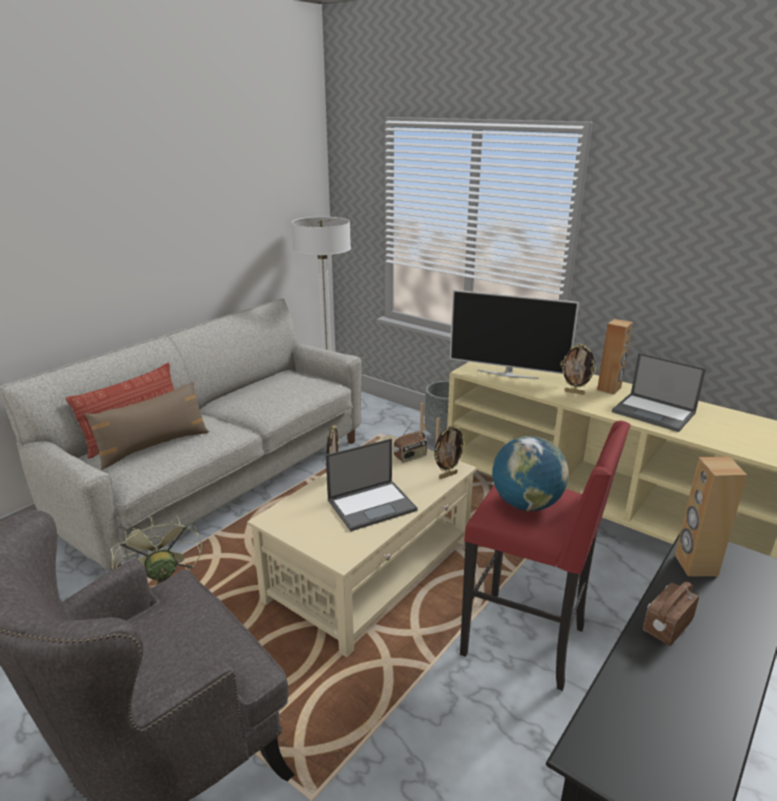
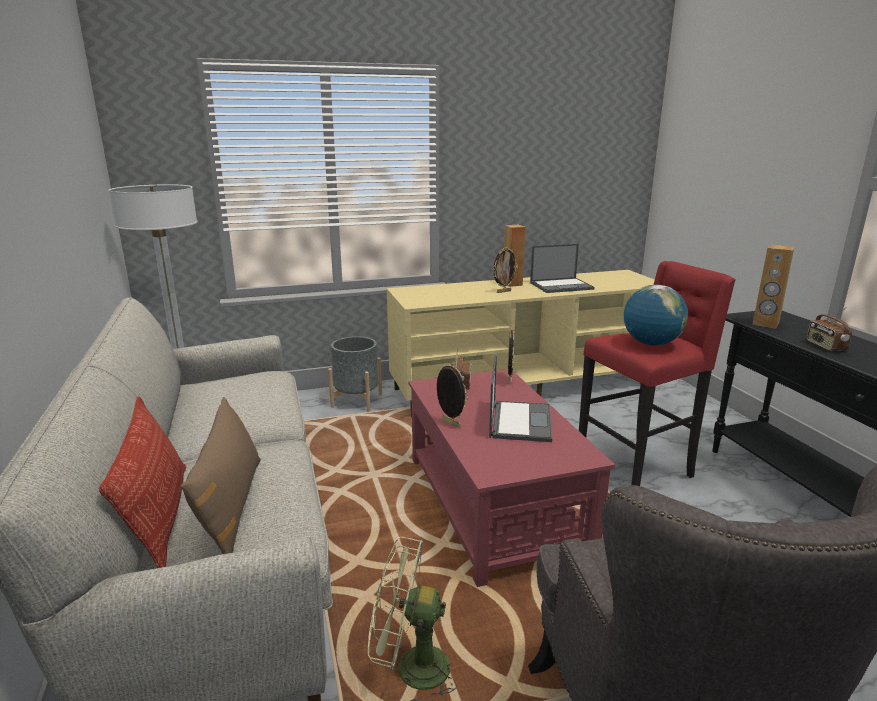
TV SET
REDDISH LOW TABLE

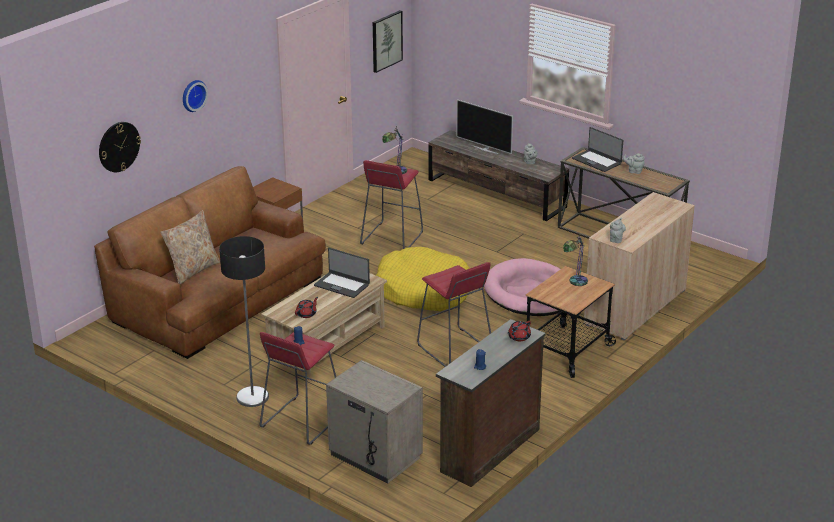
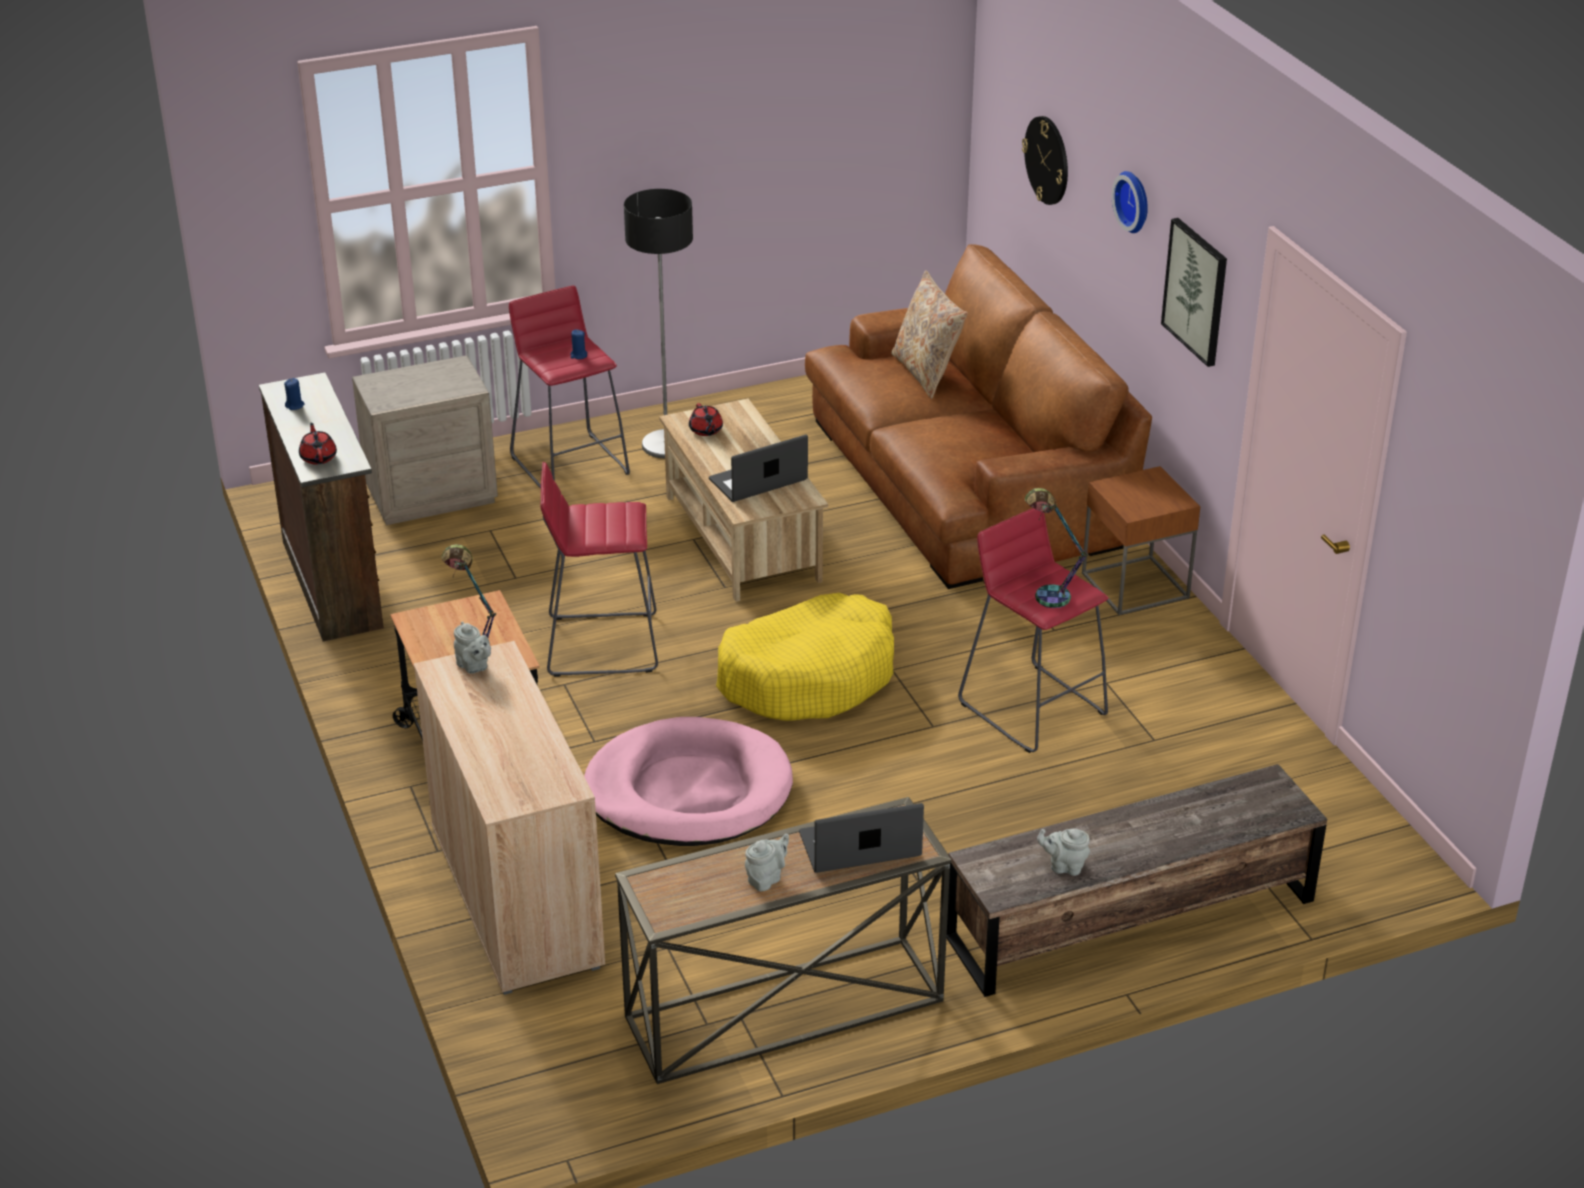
TV SET
WALL ART

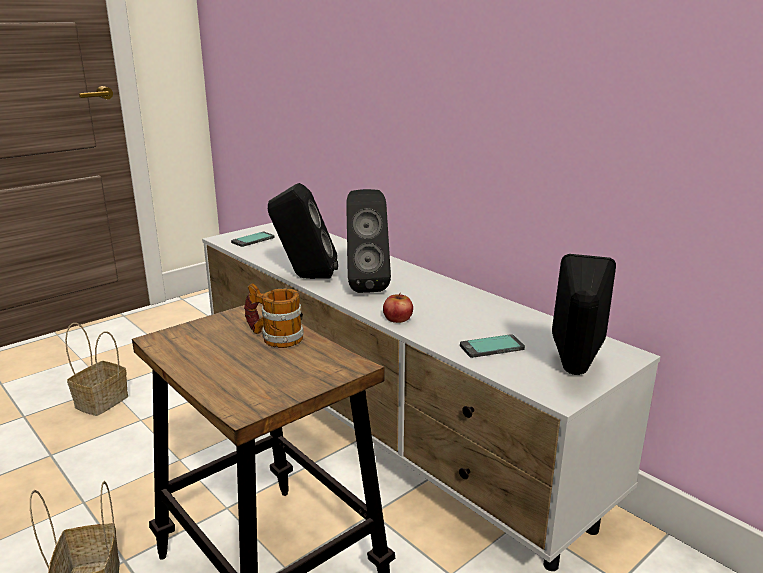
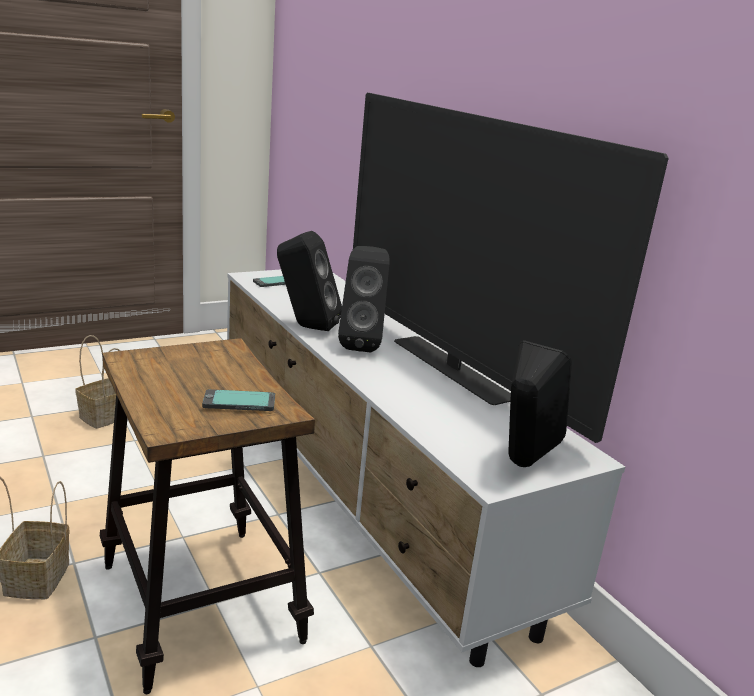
MUG
APPLE FRUIT
TV SET
HANDSET (1st from left)

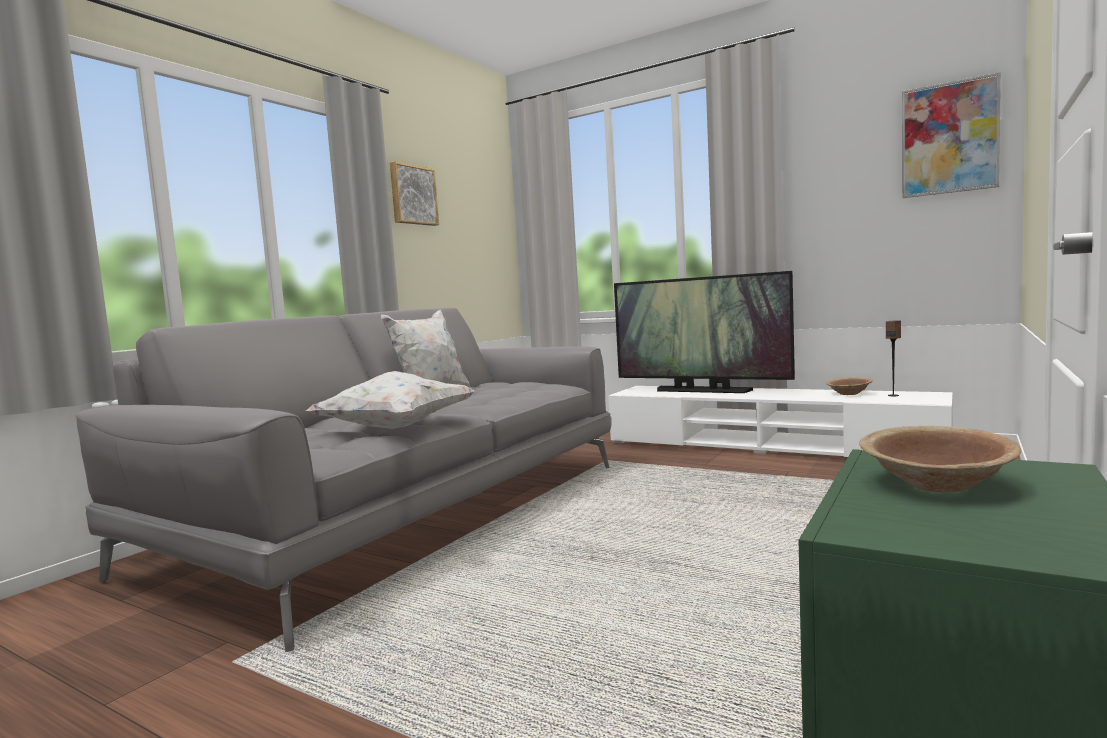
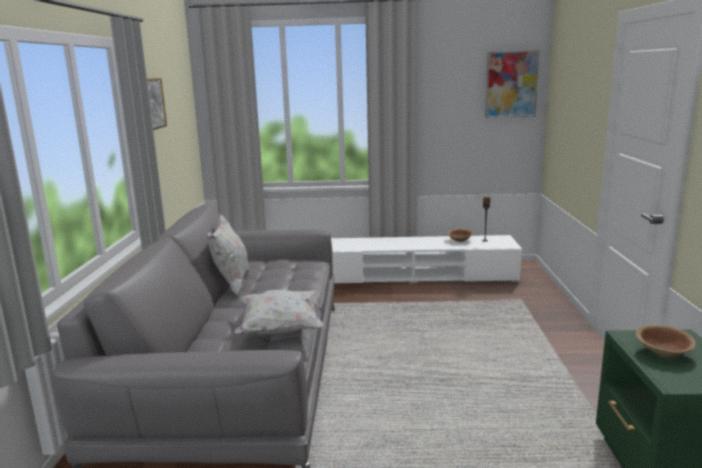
TV SET

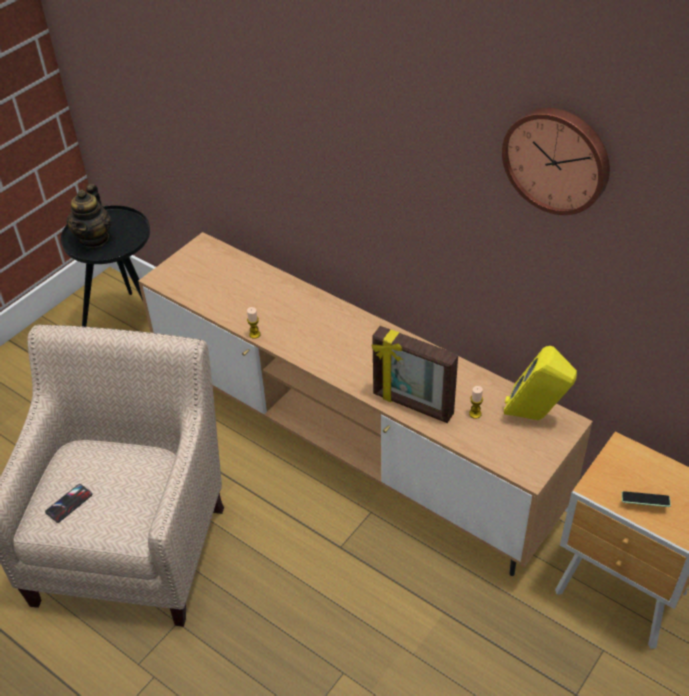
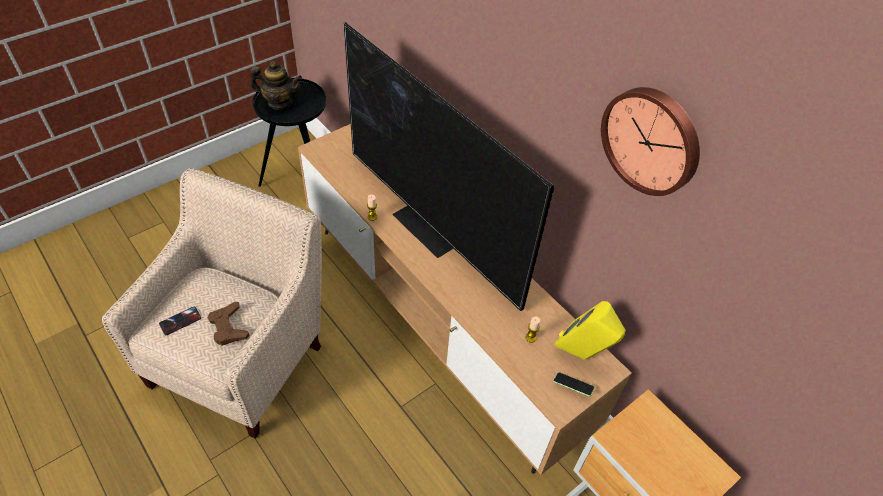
PICTURE FRAME
BROWNISH GAME CONTROLLER
TV SET
HANDSET (2nd from left)
TEA POT

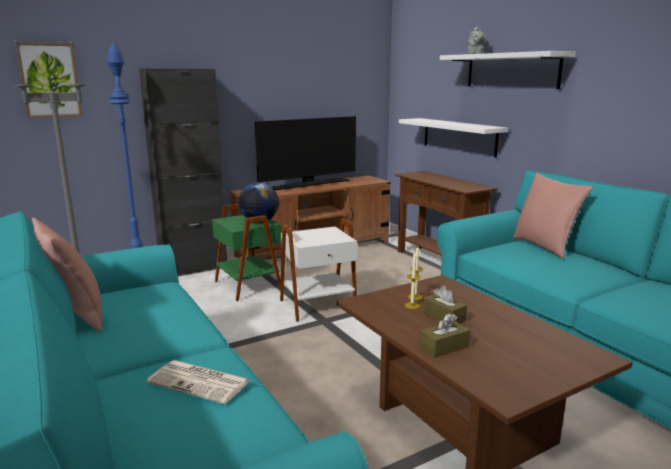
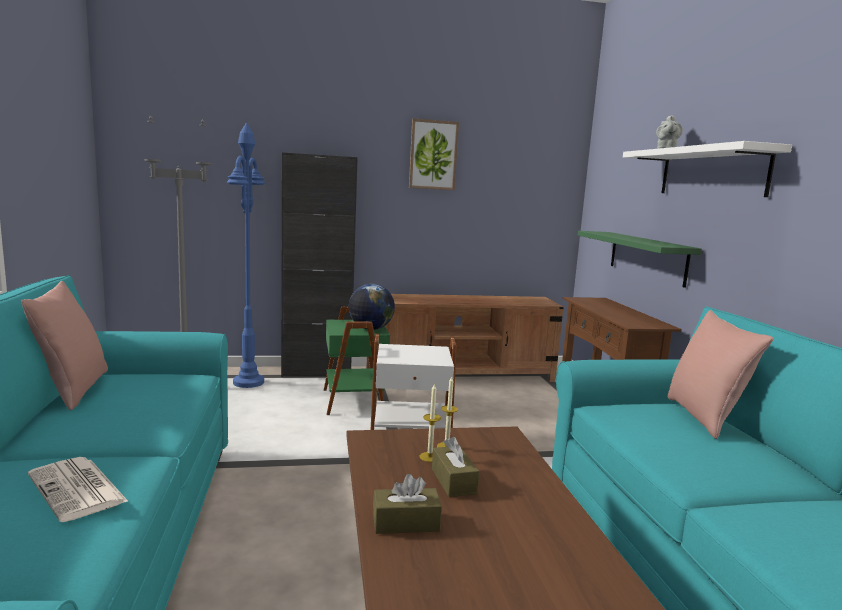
TV SET
WALL ART
GREEN-COLOURED SHELF

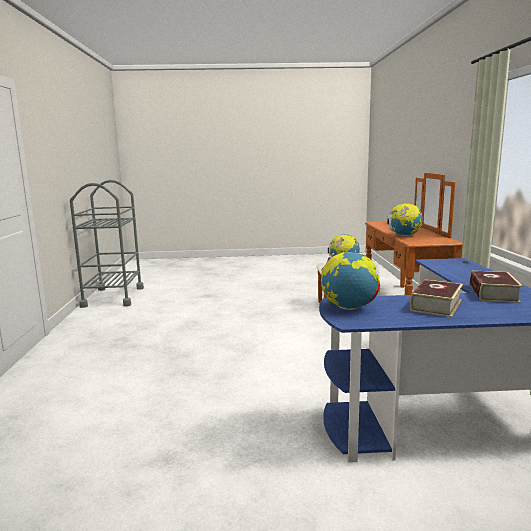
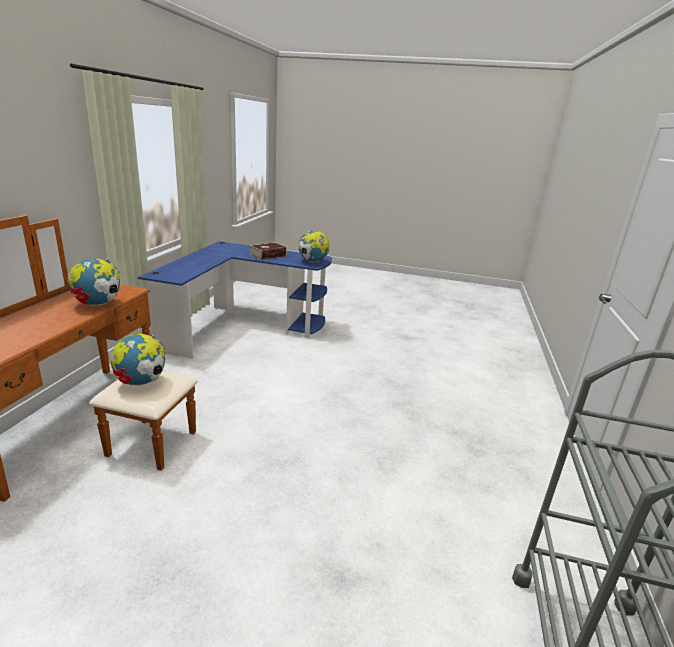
VOLUME (2nd from left in the first image)

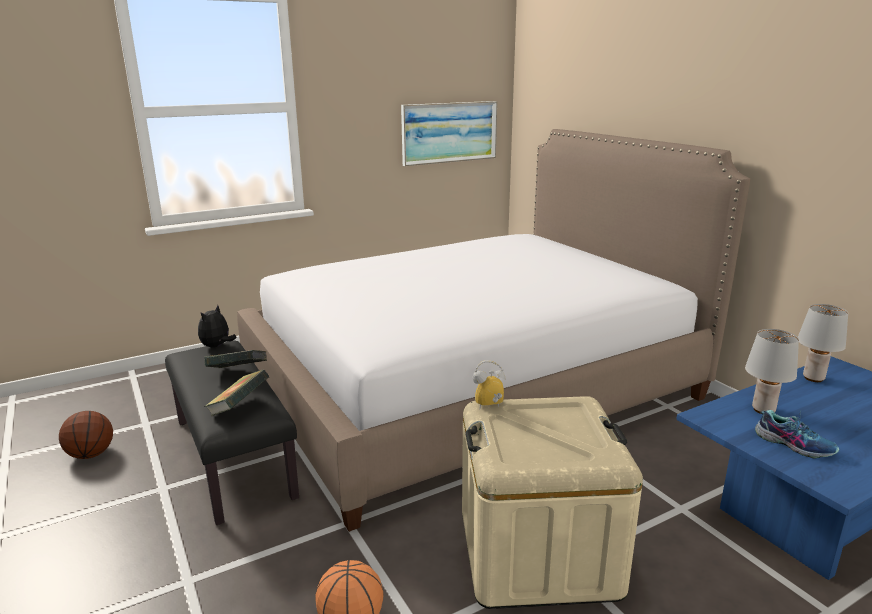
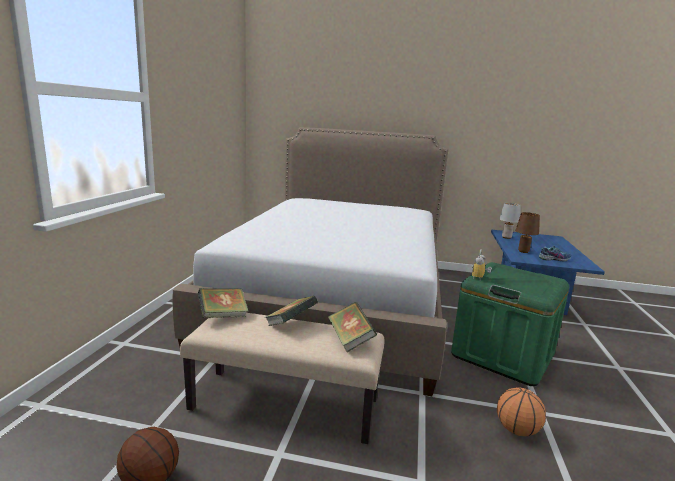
WALL ART
VOLUME (1st from left)
BEIGE INDOOR BENCH
GREEN-COLOURED STORAGE BIN
BROWNISH TABLETOP LAMP

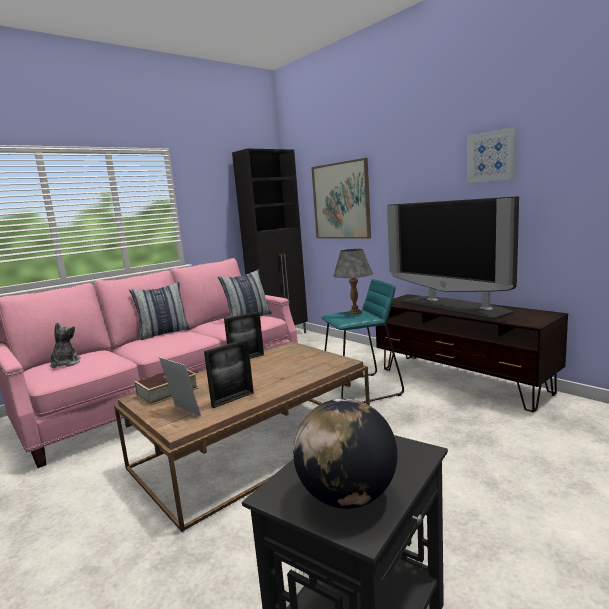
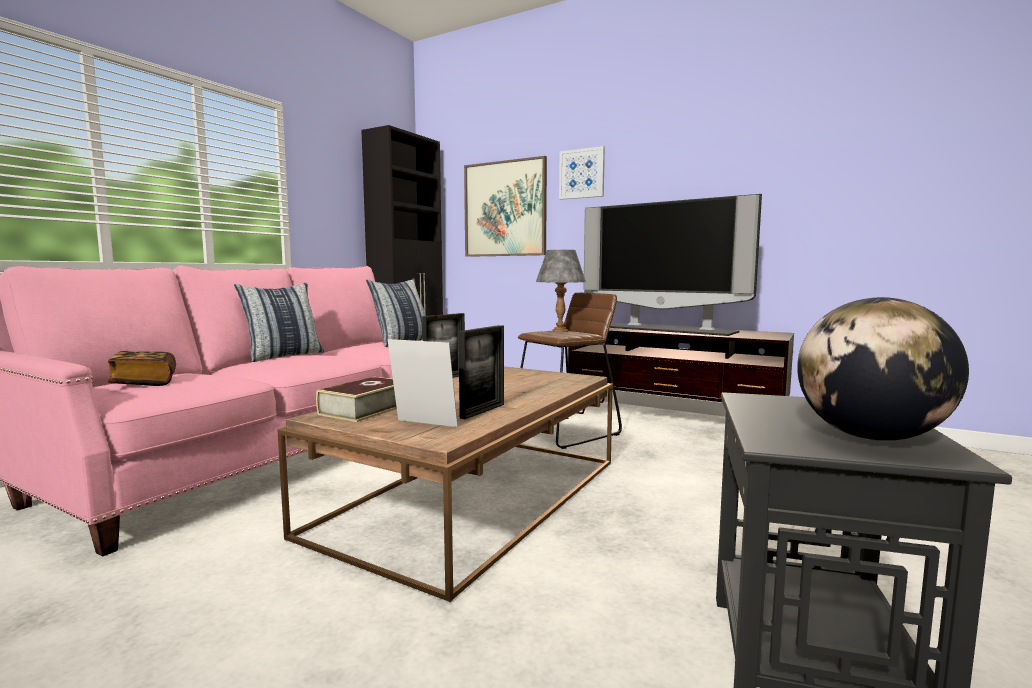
WALL ART (2nd from left)
VOLUME (1st from left)
BROWNISH STOOL SEAT

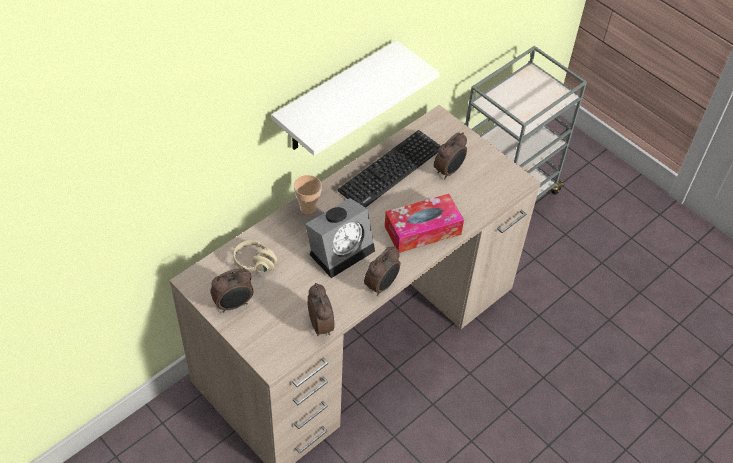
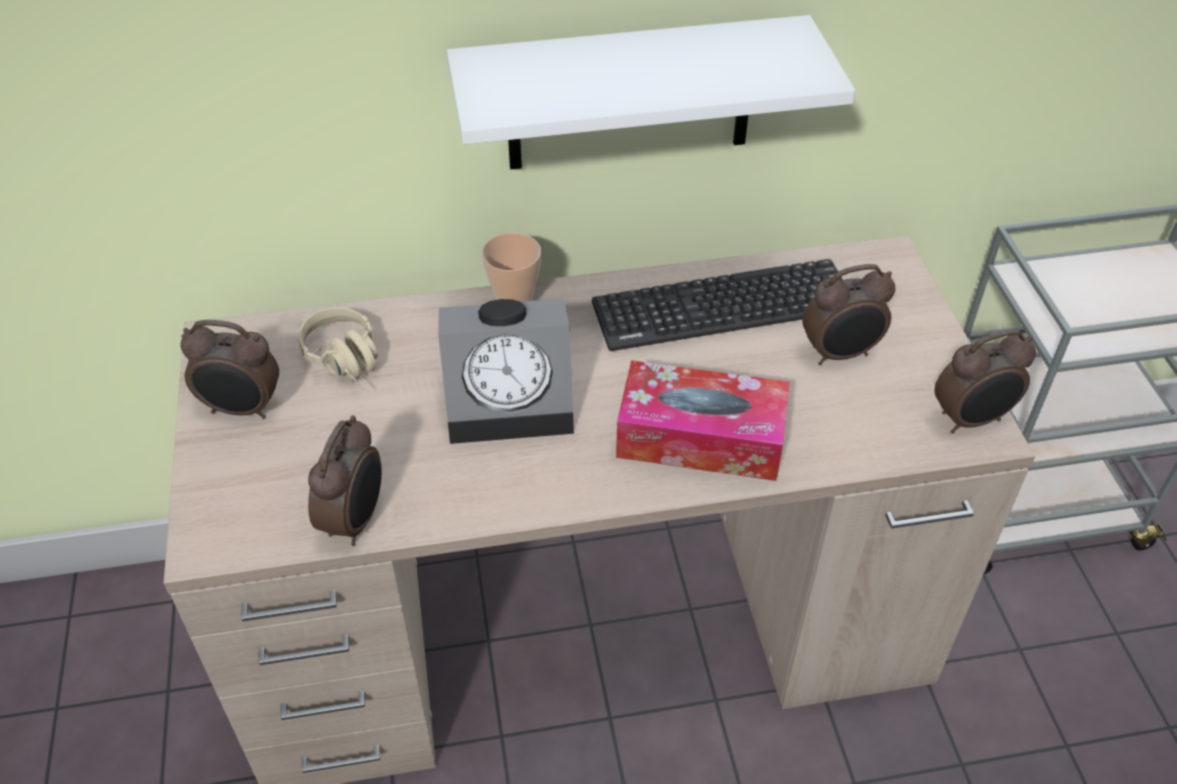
TABLE CLOCK (5th from left)

